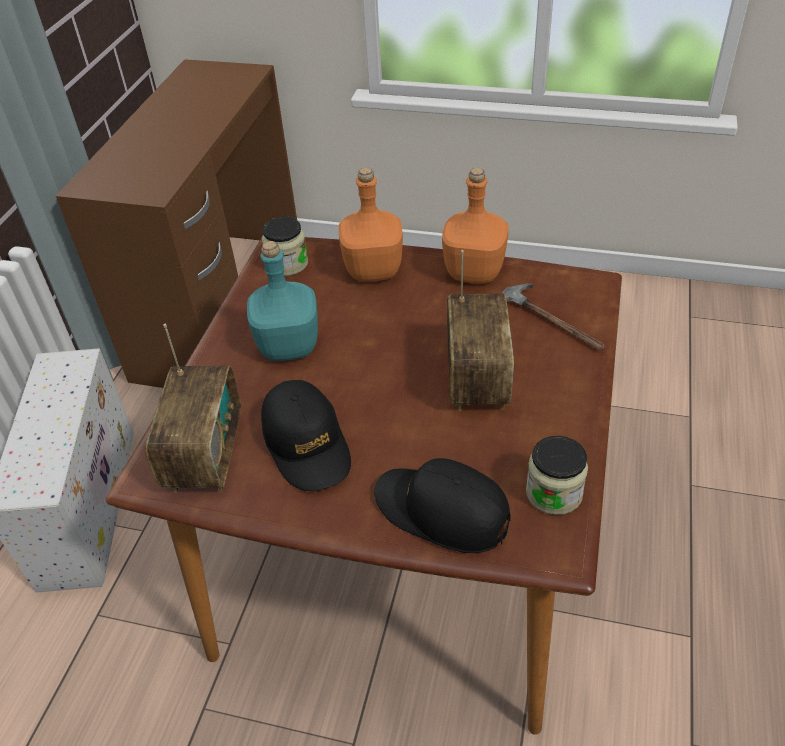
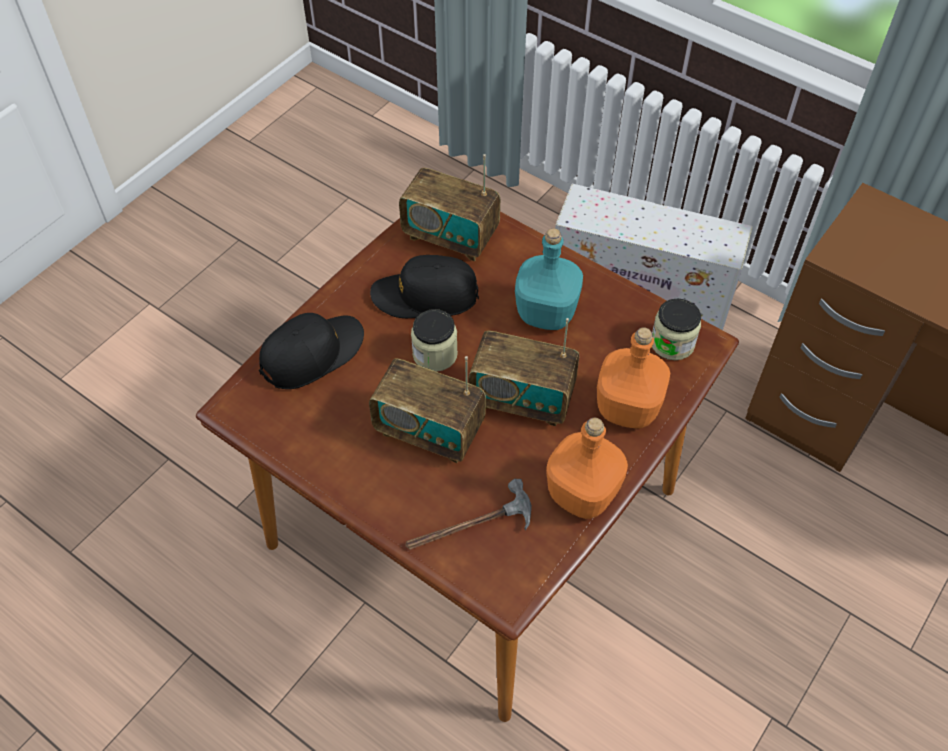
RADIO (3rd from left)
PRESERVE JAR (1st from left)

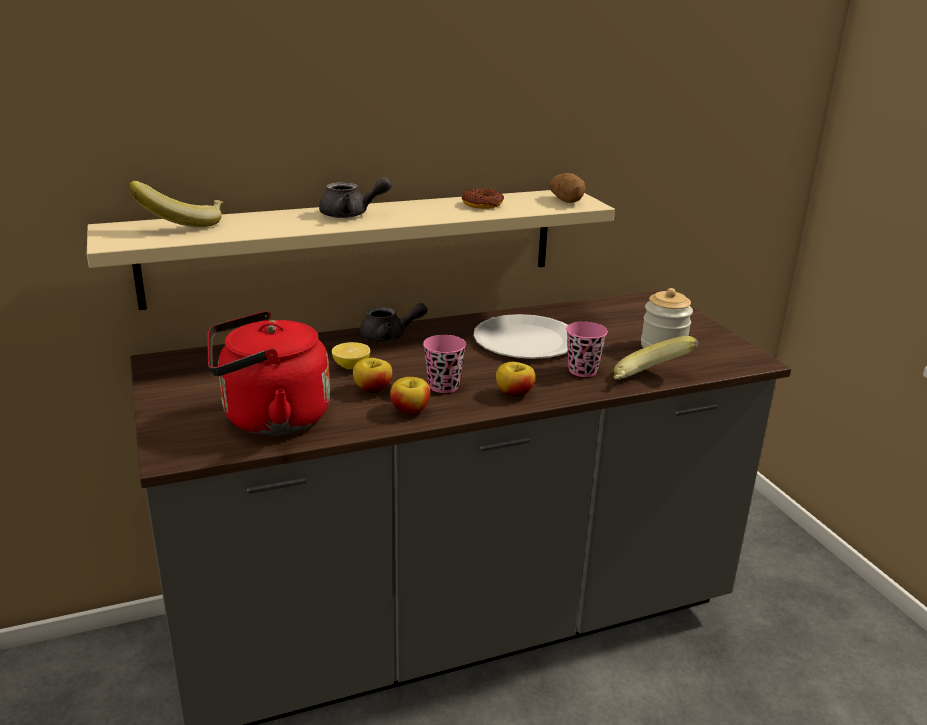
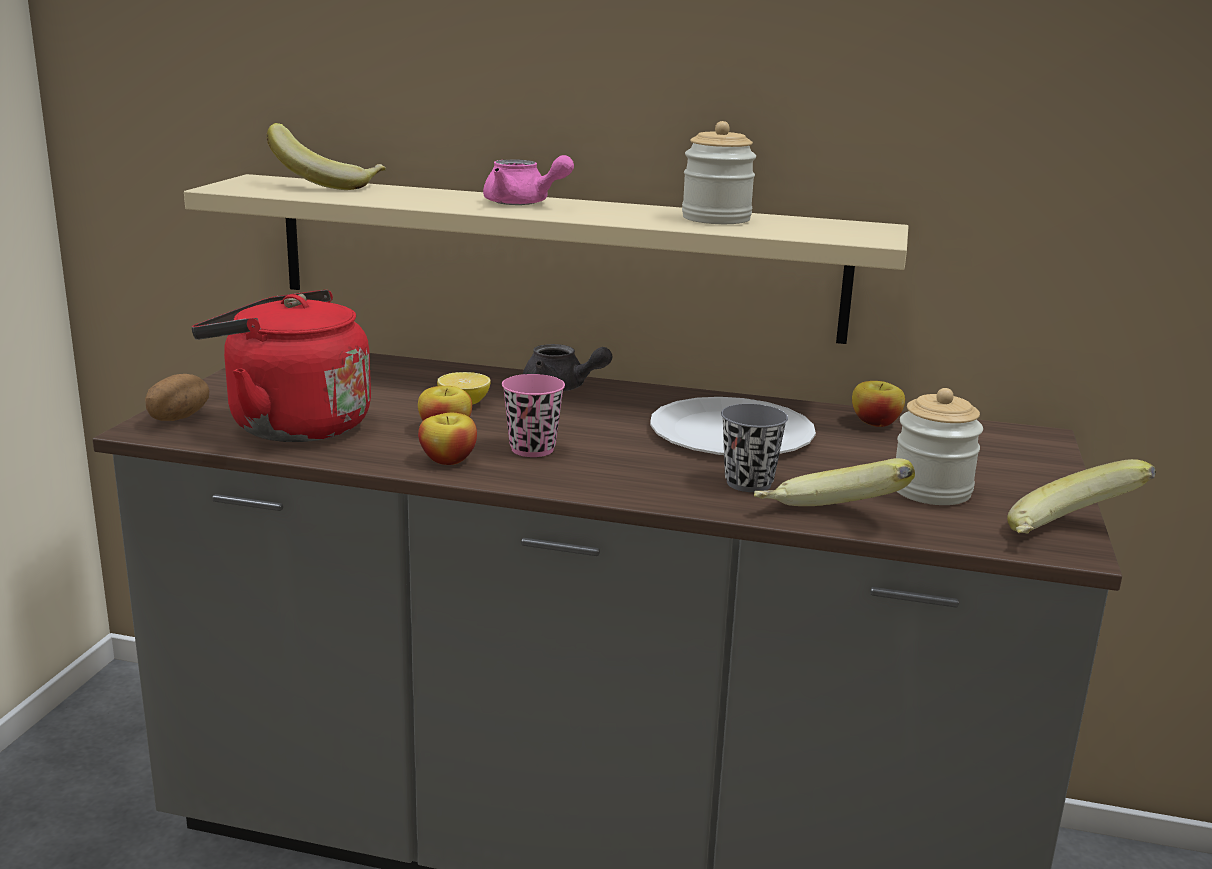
BANANA (3rd from left)
APPLE FRUIT (3rd from left)
POTATO
PRESERVE JAR (1st from left)
PINK-COLOURED TEA POT
GREY SMALL CUP

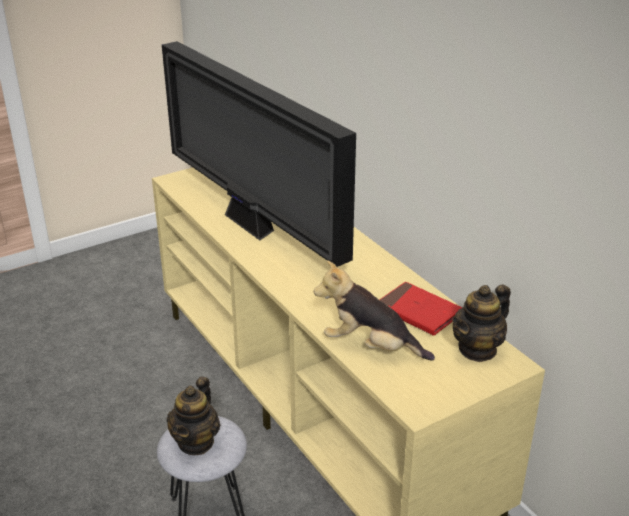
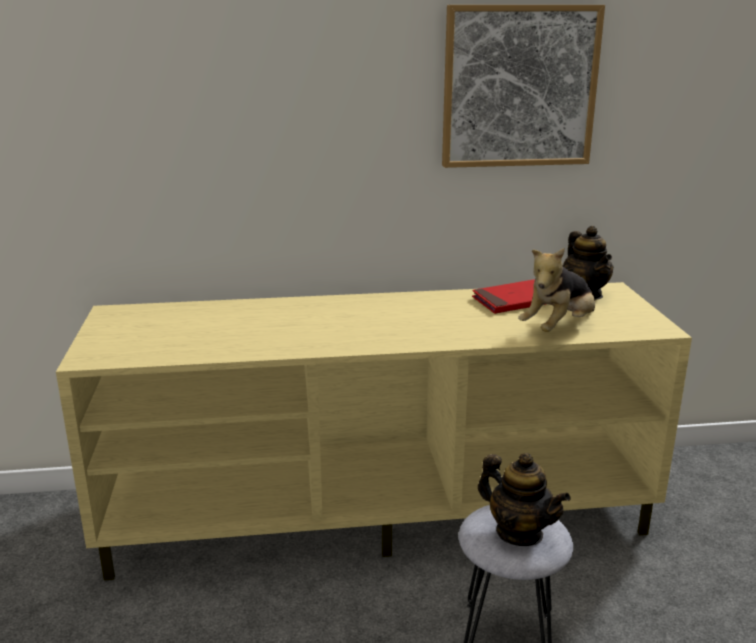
TV SET
WALL ART

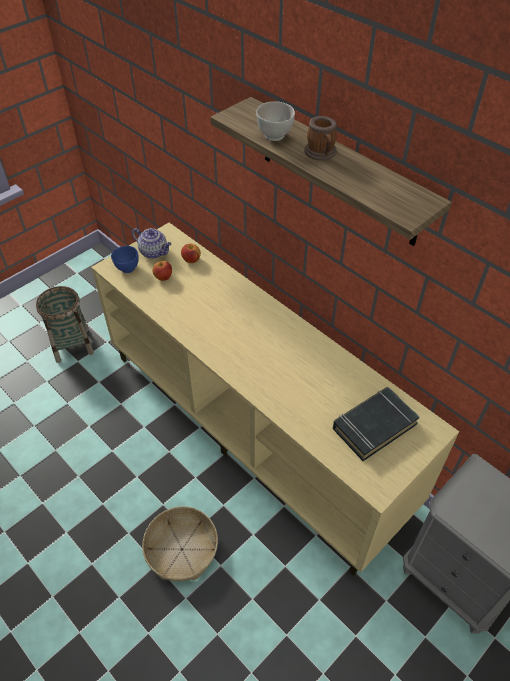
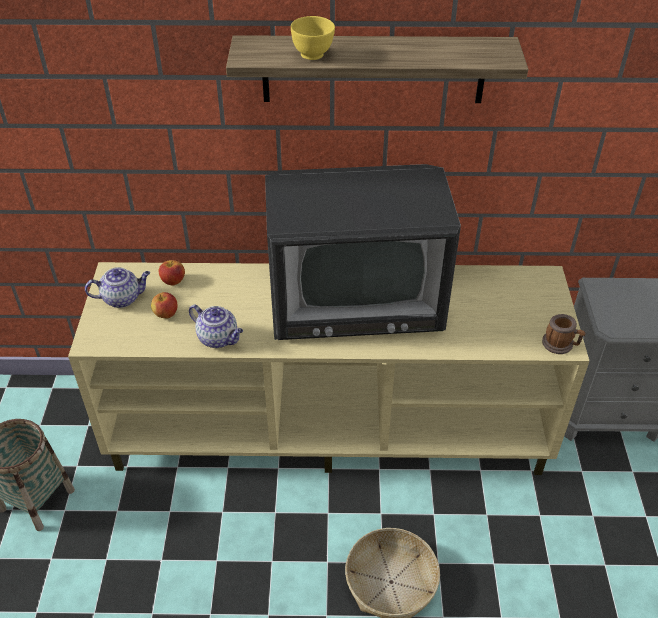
BLUE DEEP DISH
BLACK-COLOURED VOLUME
TEA POT (2nd from left)
TV SET
MUG
YELLOW-COLOURED DEEP DISH

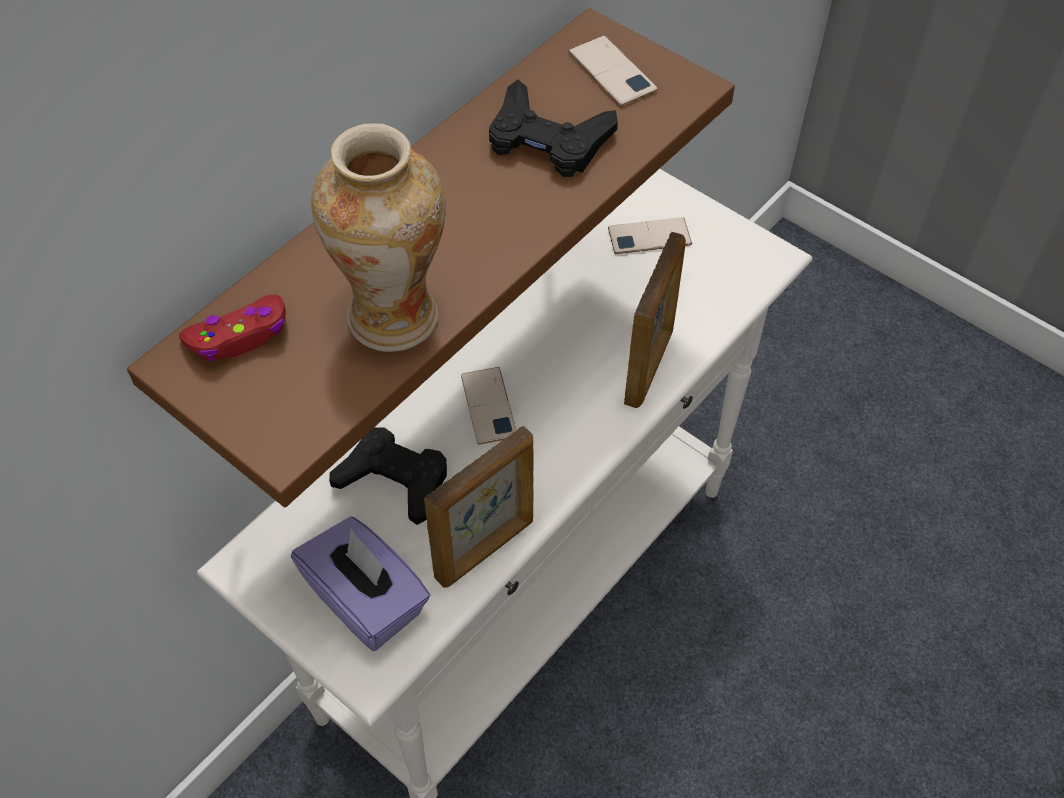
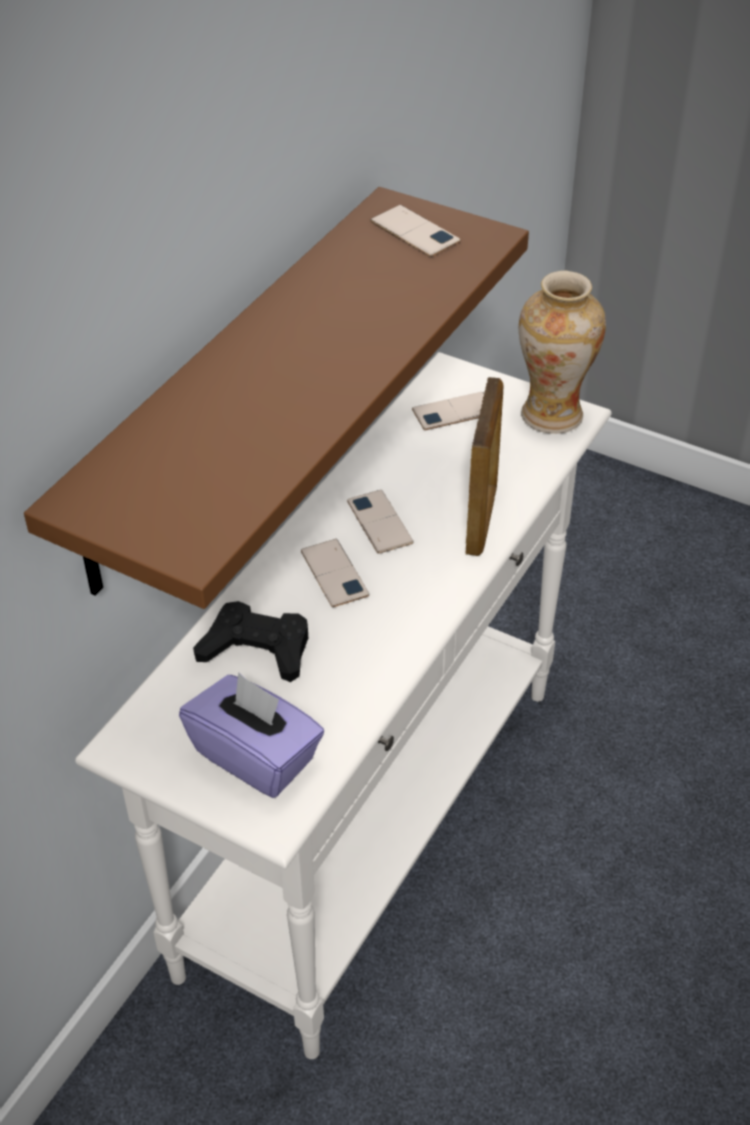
REDDISH GAME CONTROLLER
PICTURE FRAME (1st from left in the first image)
BLACK-COLOURED GAME CONTROLLER (2nd from left in the first image)
HANDSET (2nd from left)
DECORATIVE VASE

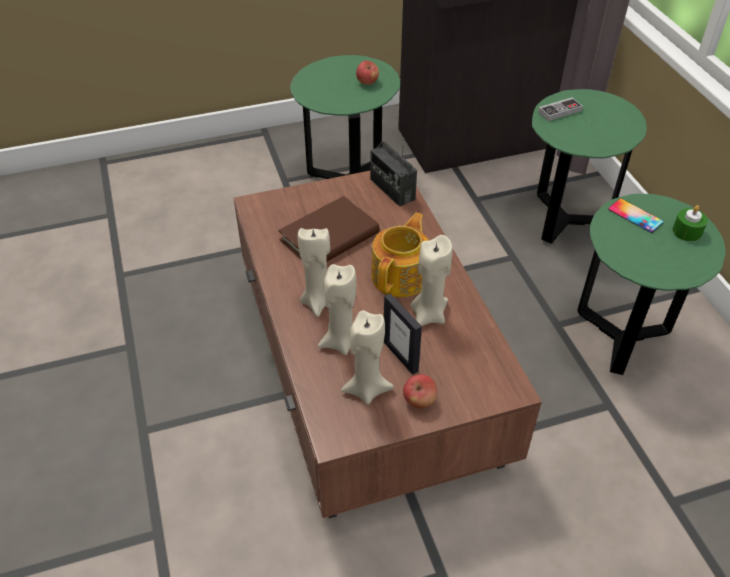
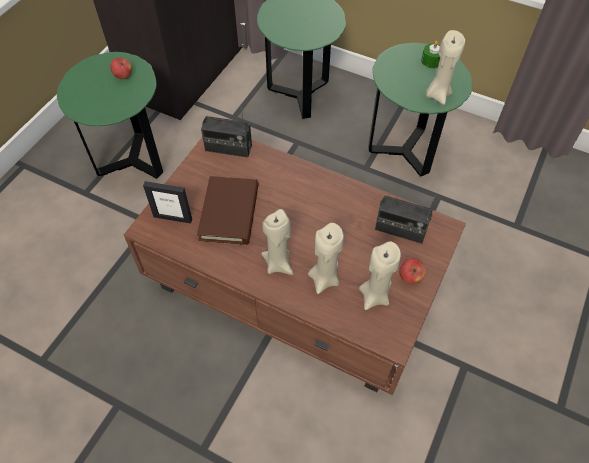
TEA POT
GAME CONTROLLER
HANDSET
RADIO (2nd from left)
PICTURE FRAME
BEIGE CANDLE (4th from left)

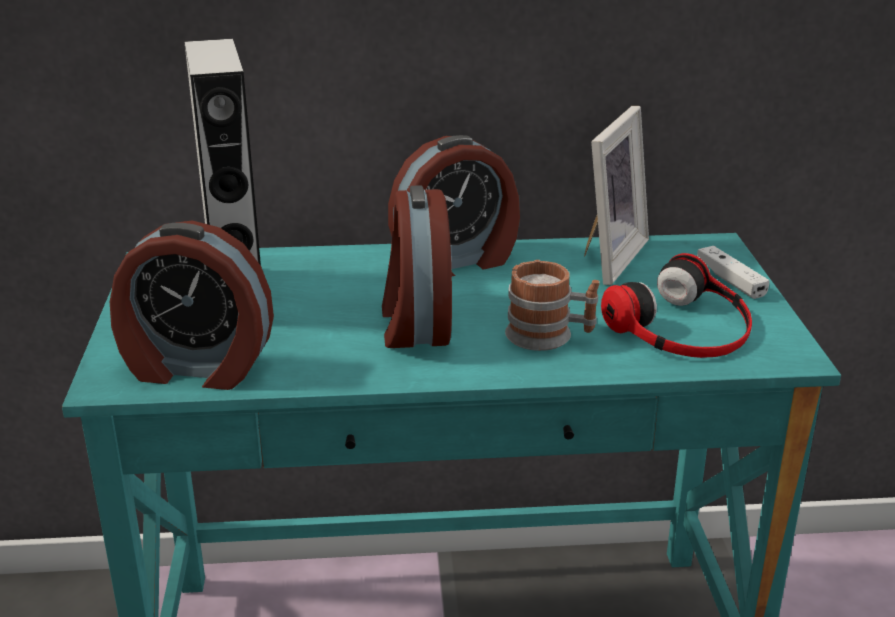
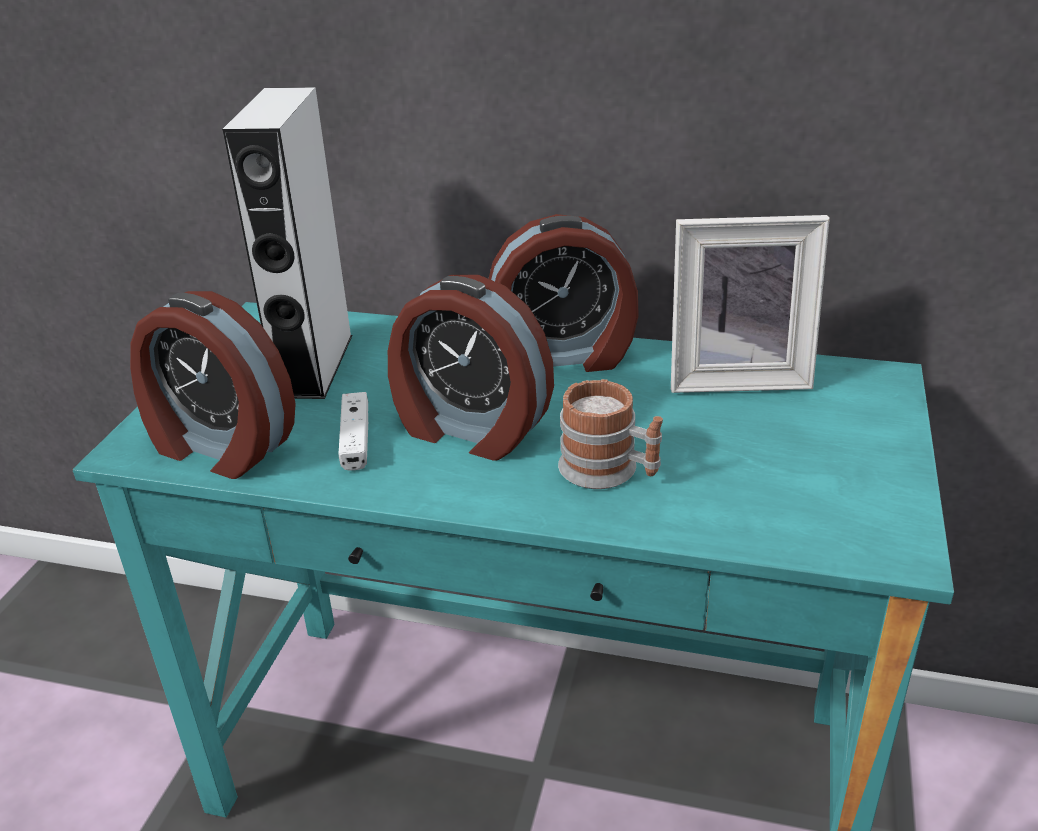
PAIR OF HEADPHONES
WHITE-COLOURED GAME CONTROLLER
TABLE CLOCK (2nd from left)
PICTURE FRAME

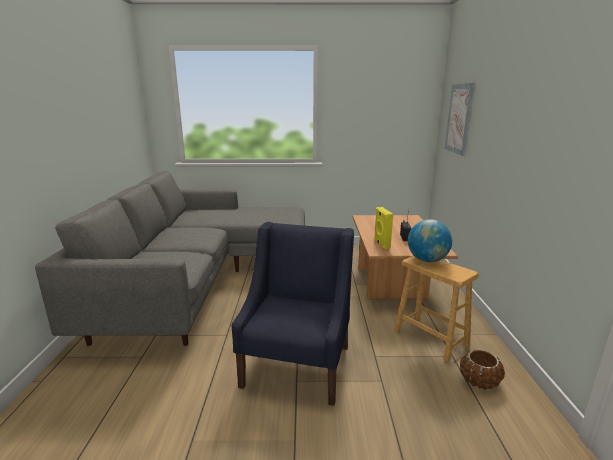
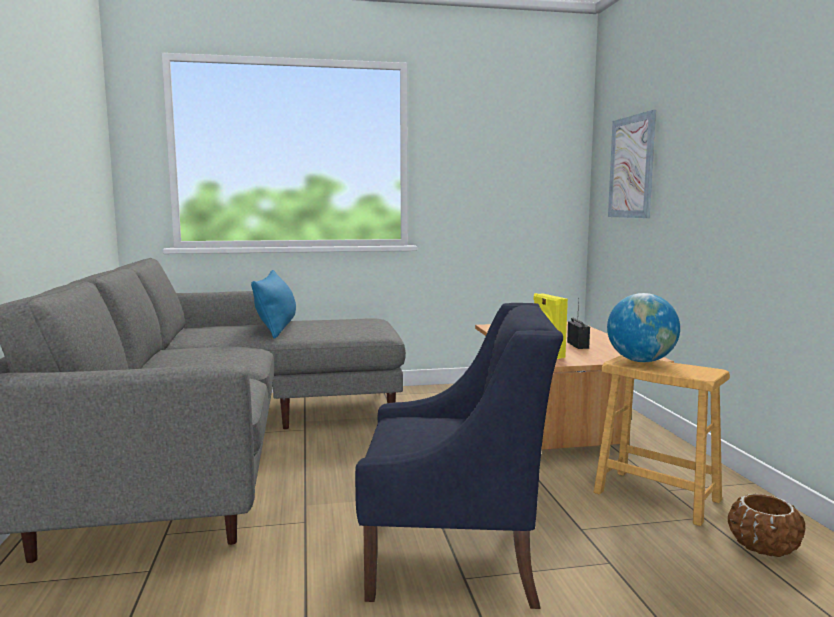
BLUE CUSHION
BLUE EASY CHAIR

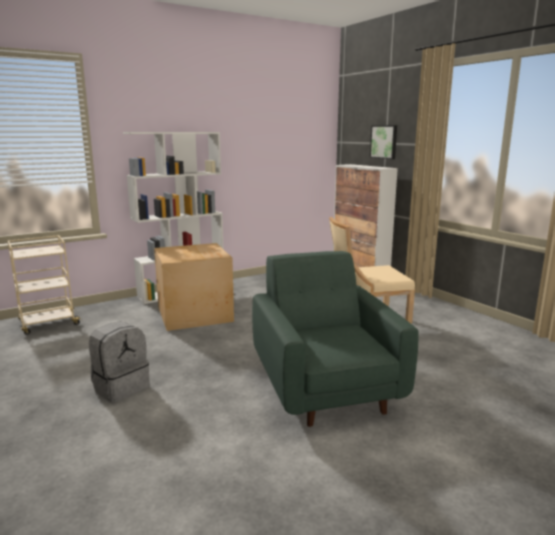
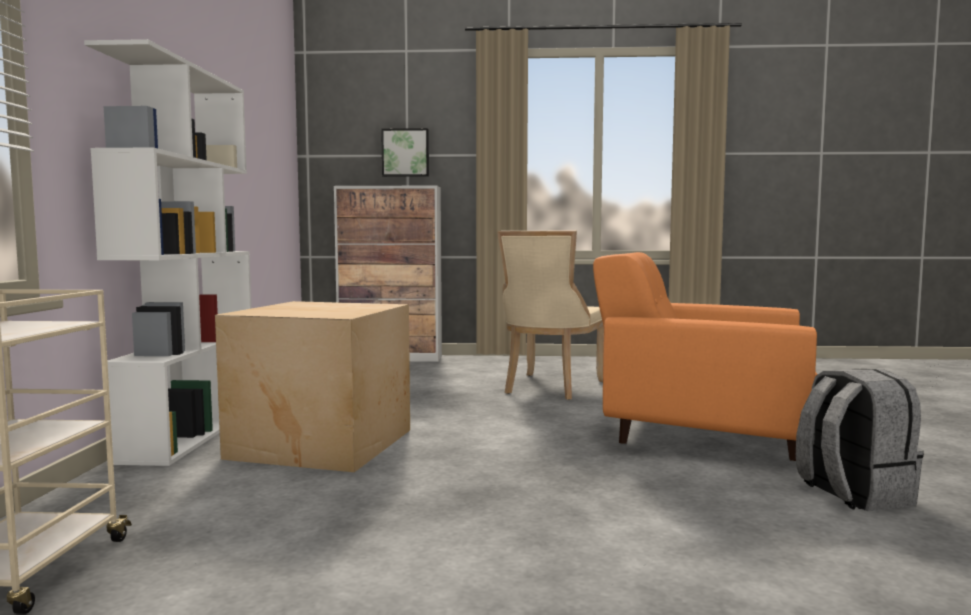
GREY KNAPSACK
ORANGE EASY CHAIR

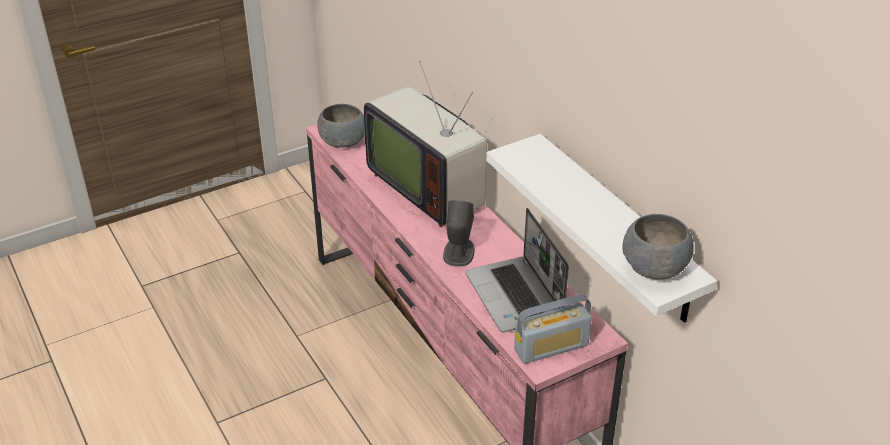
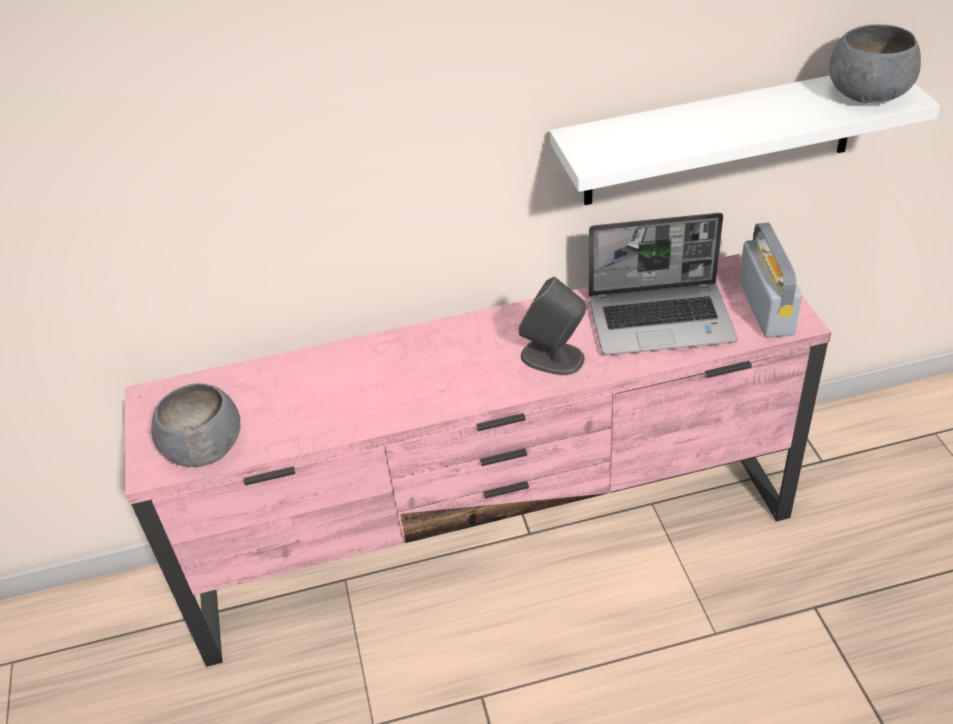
TV SET

